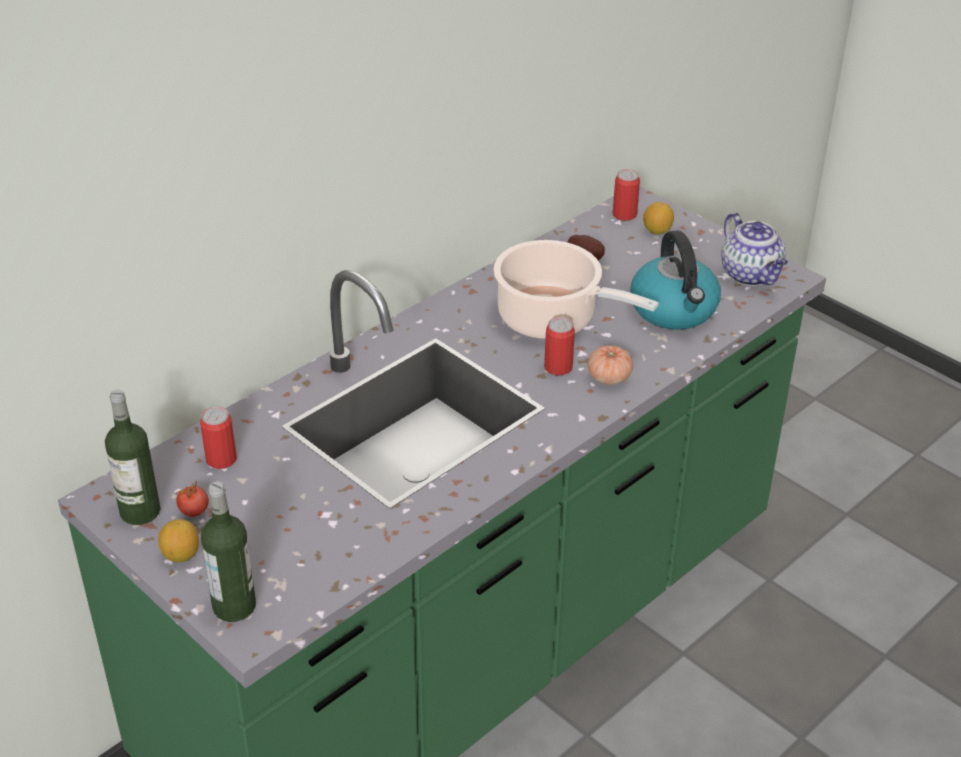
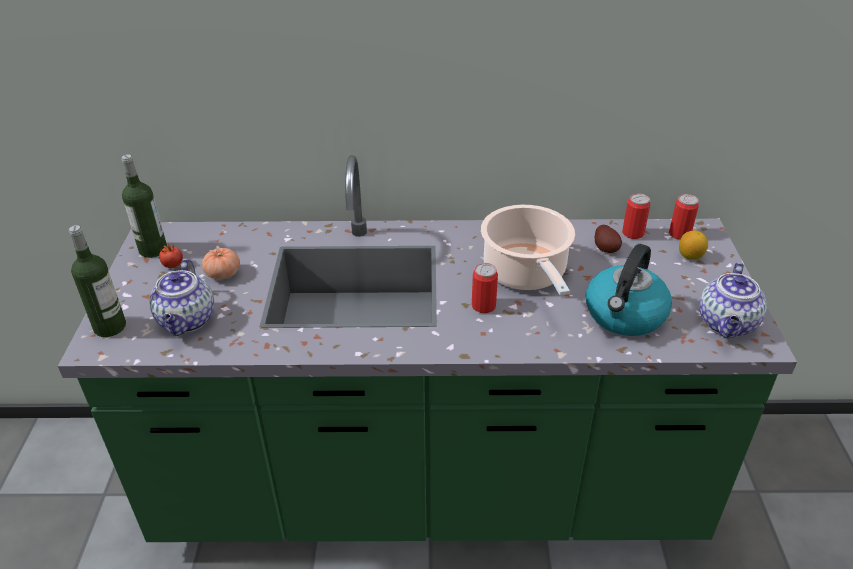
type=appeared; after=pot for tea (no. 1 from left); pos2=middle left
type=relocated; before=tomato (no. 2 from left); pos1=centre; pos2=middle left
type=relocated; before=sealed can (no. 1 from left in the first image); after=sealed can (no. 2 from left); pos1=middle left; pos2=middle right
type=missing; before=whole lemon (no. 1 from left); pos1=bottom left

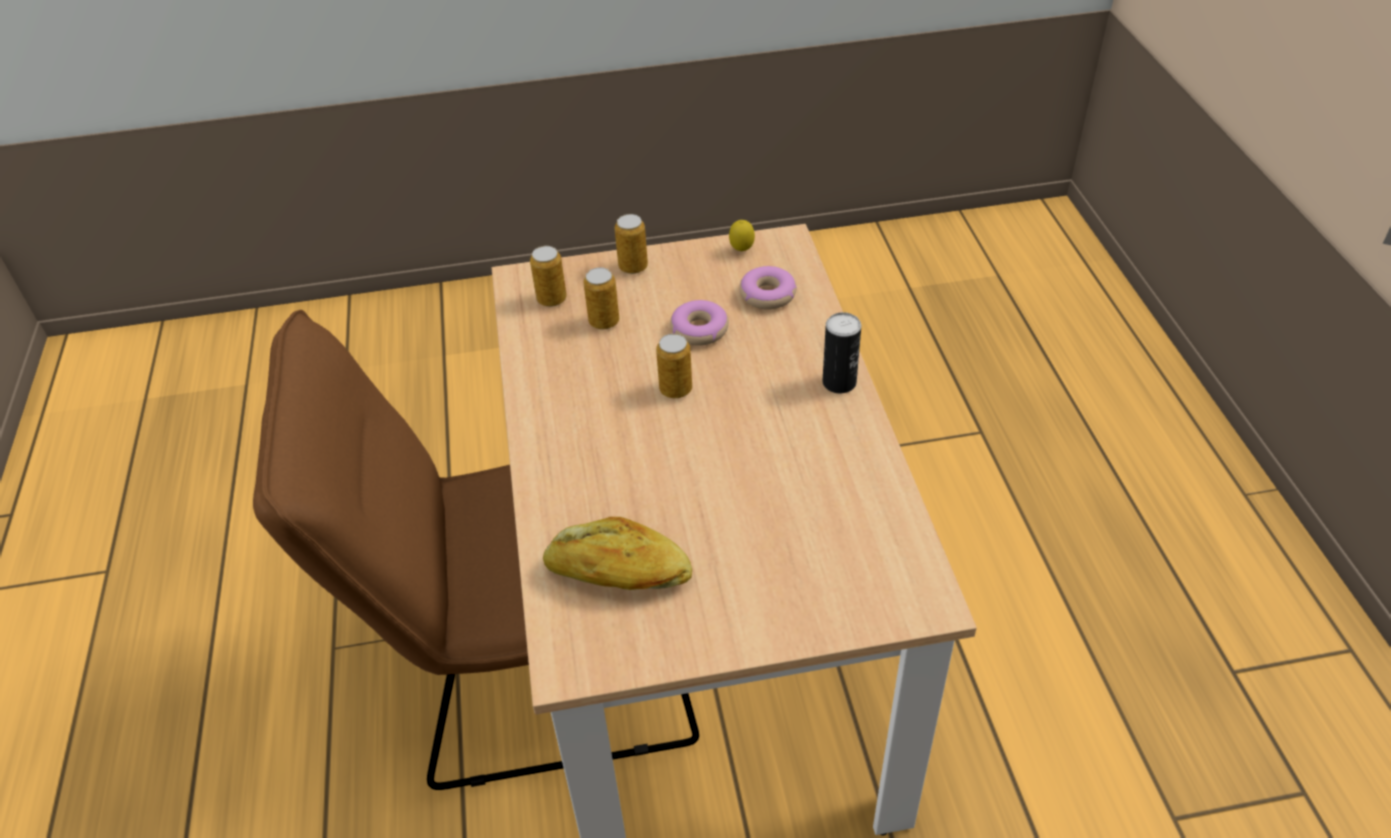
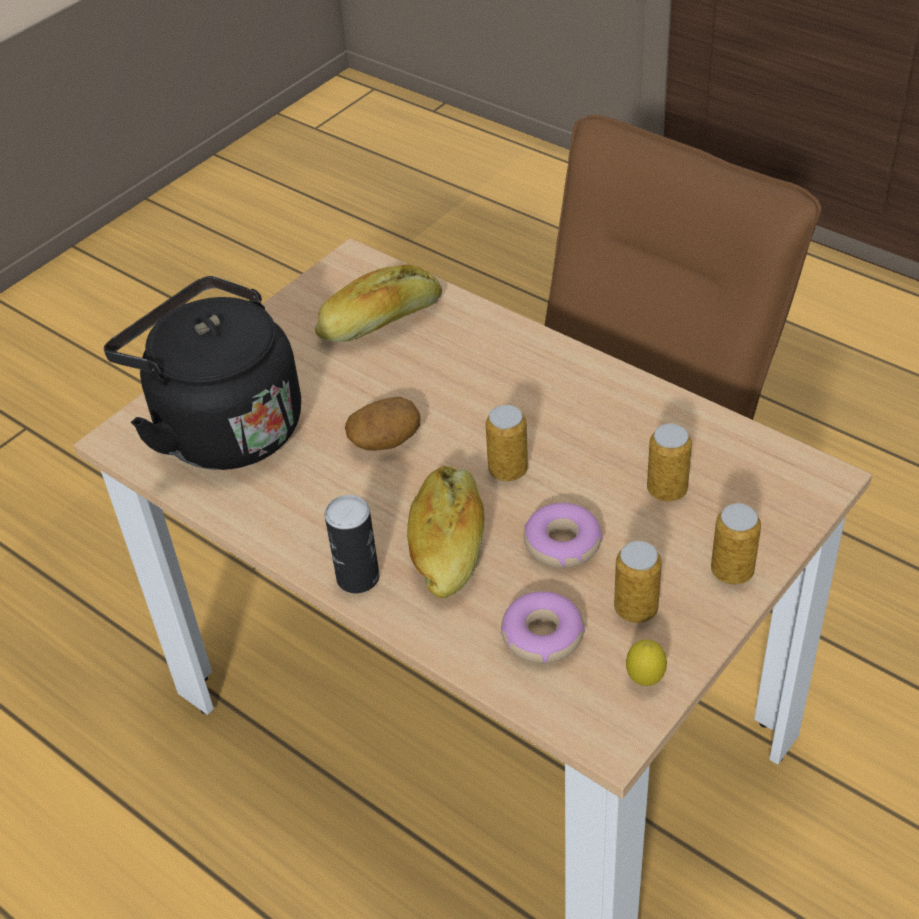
type=appeared; after=black water kettle; pos2=middle left
type=appeared; after=potato; pos2=centre
type=appeared; after=baked bread (no. 2 from left); pos2=centre
type=relocated; before=sealed can (no. 1 from left in the first image); after=sealed can (no. 3 from left); pos1=top centre; pos2=middle right

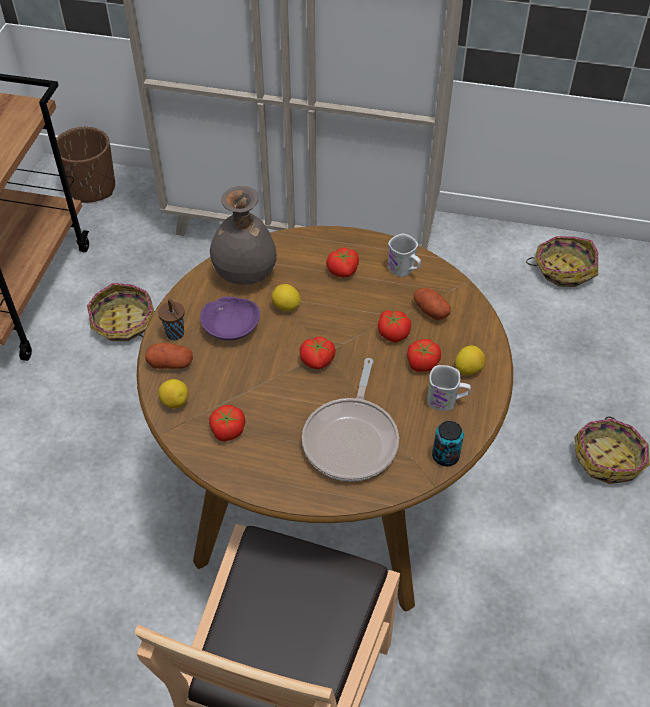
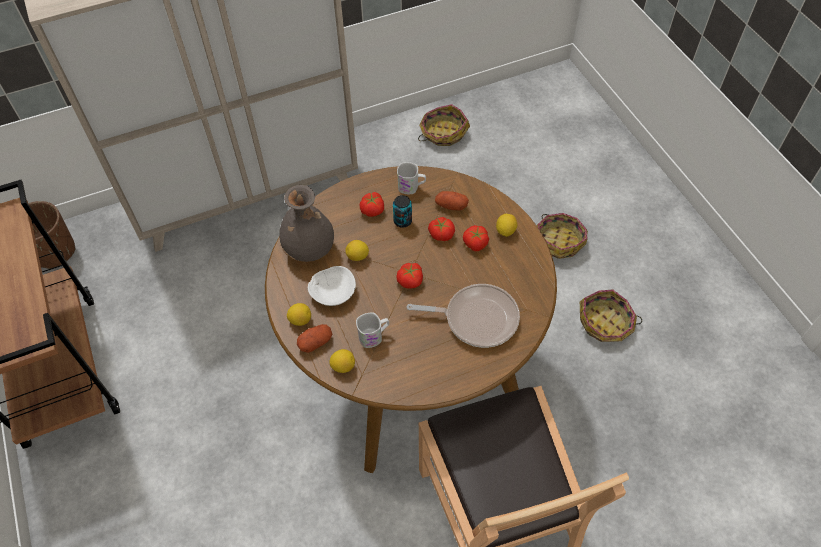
type=exchanged; before=brownish drinking cup; after=whole lemon (no. 1 from left); pos1=middle left; pos2=centre
type=colour; before=purple bowl; after=white bowl; pos1=centre; pos2=centre
type=relocated; before=white mug (no. 2 from left in the first image); after=white mug (no. 1 from left); pos1=middle right; pos2=centre
type=relocated; before=sealed can; pos1=middle right; pos2=centre
type=spun; before=skillet; pos1=centre; pos2=centre; turn=-60
type=relocated; before=storage basket (no. 1 from left in the first image); after=storage basket (no. 3 from left); pos1=middle left; pos2=middle right
type=missing; before=tomato (no. 1 from left); pos1=centre

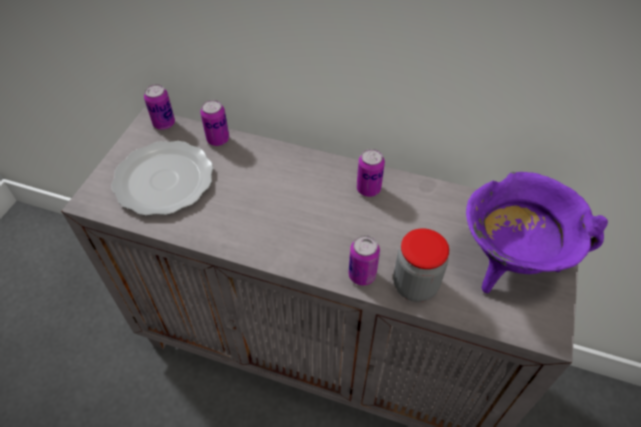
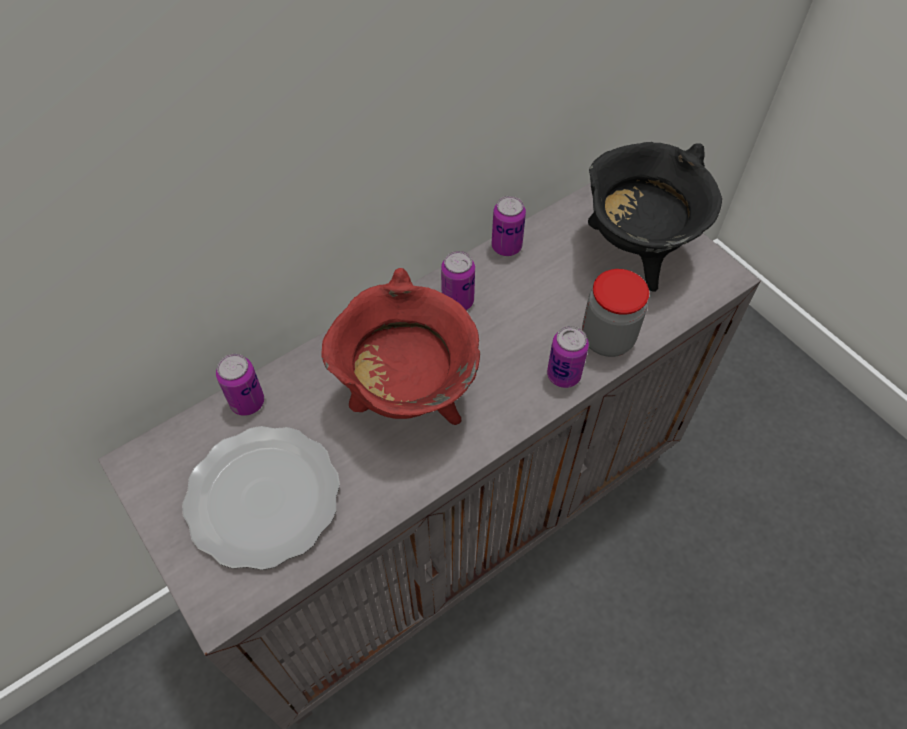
type=appeared; after=reddish saucepot; pos2=centre
type=relocated; before=sealed can (no. 1 from left in the first image); after=sealed can (no. 3 from left); pos1=top left; pos2=top centre
type=colour; before=purple saucepot; after=black saucepot; pos1=middle right; pos2=top right

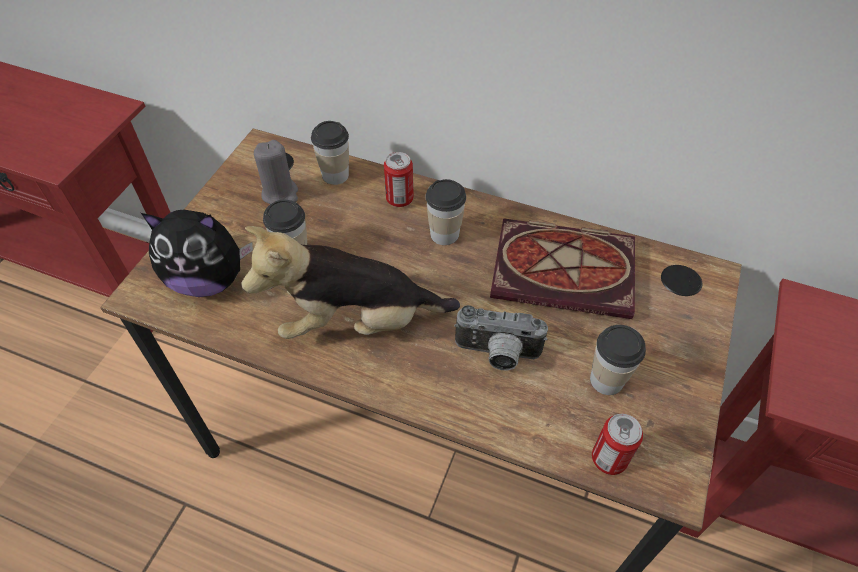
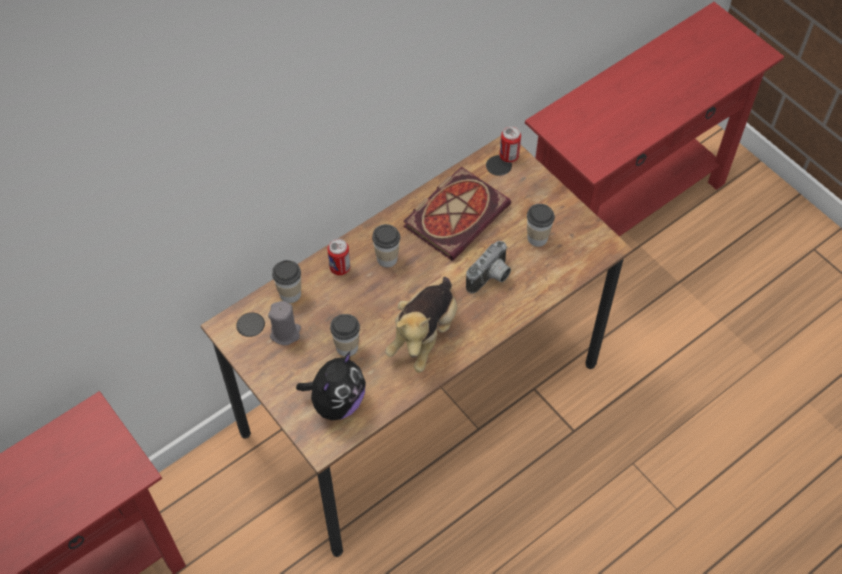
type=relocated; before=sealed can (no. 2 from left); pos1=bottom right; pos2=top centre

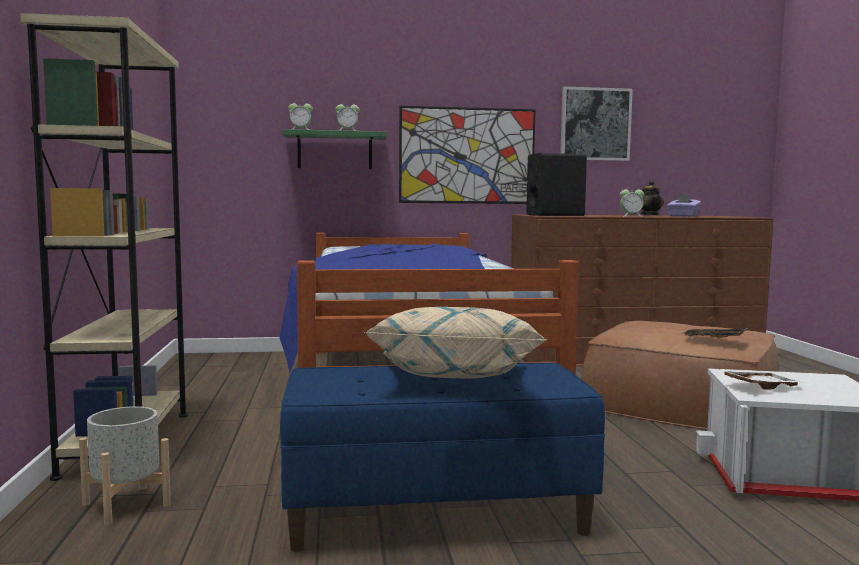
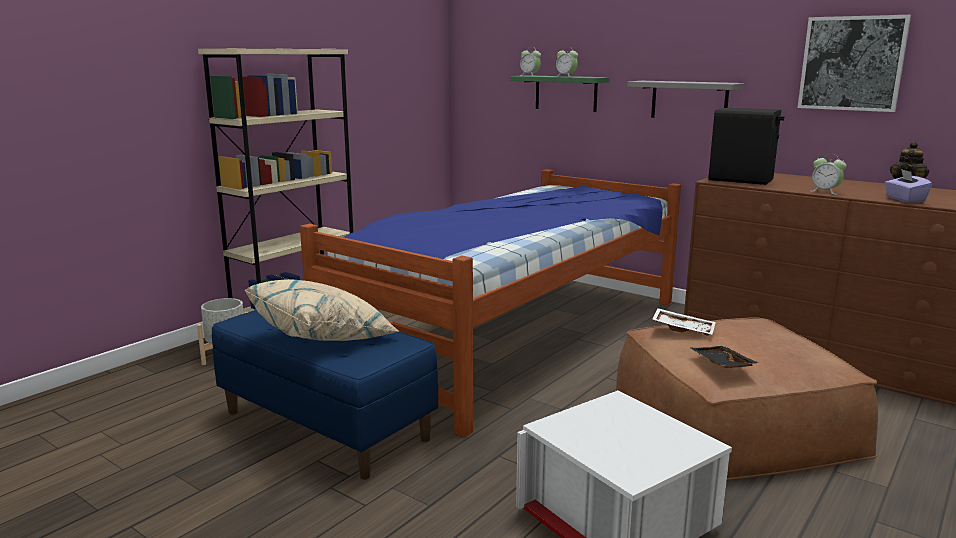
type=exchanged; before=wall art (no. 1 from left); after=grey wall shelf; pos1=top centre; pos2=top right
type=relocated; before=white carrying tray; pos1=bottom right; pos2=middle right

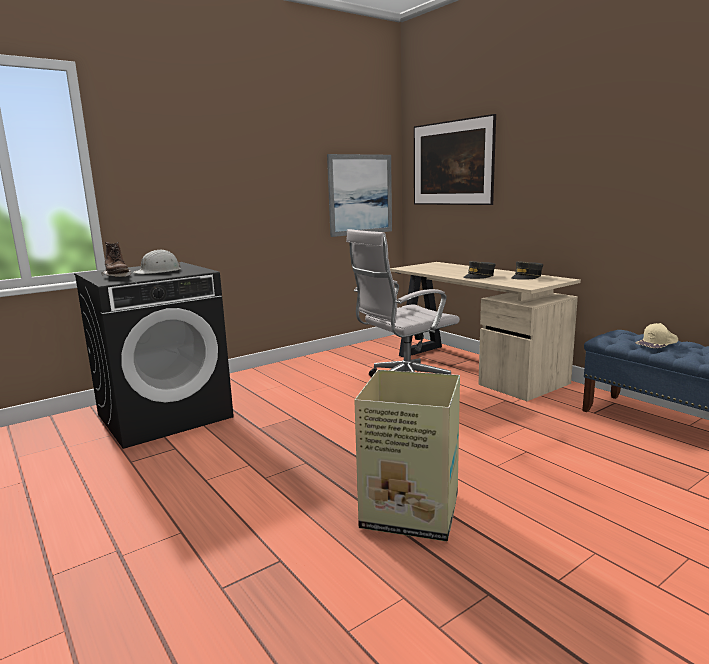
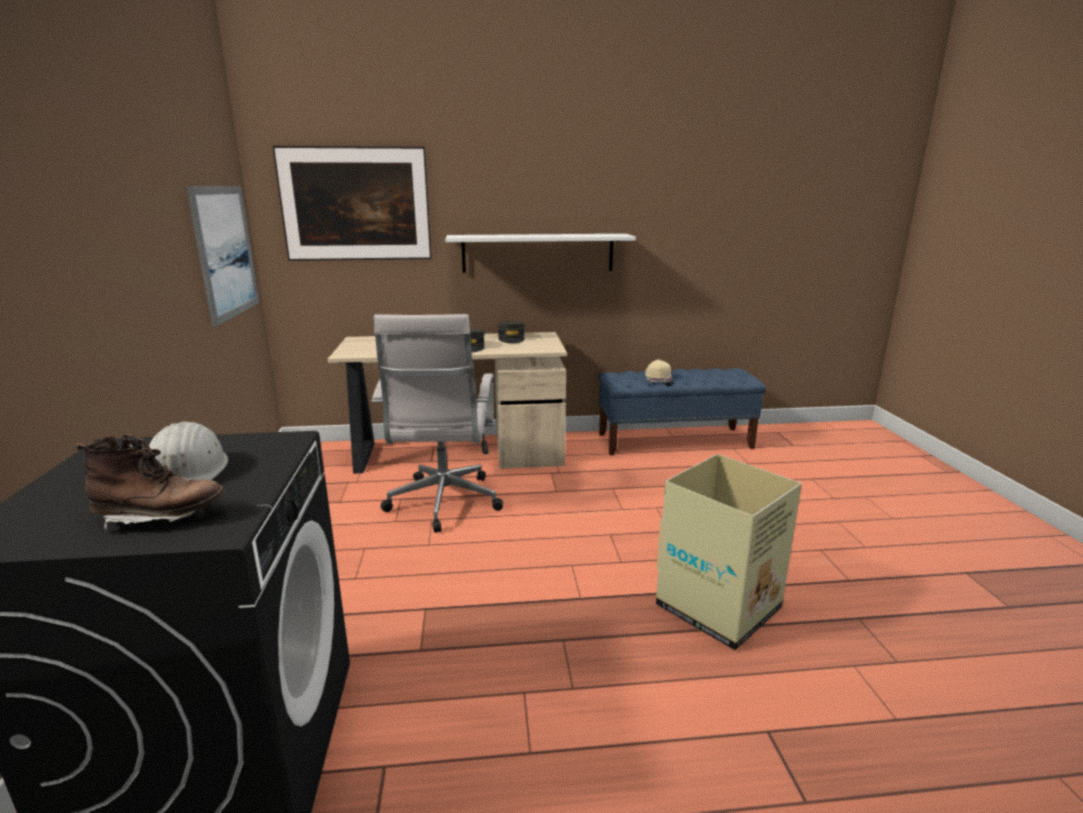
type=appeared; after=white wall shelf; pos2=top centre

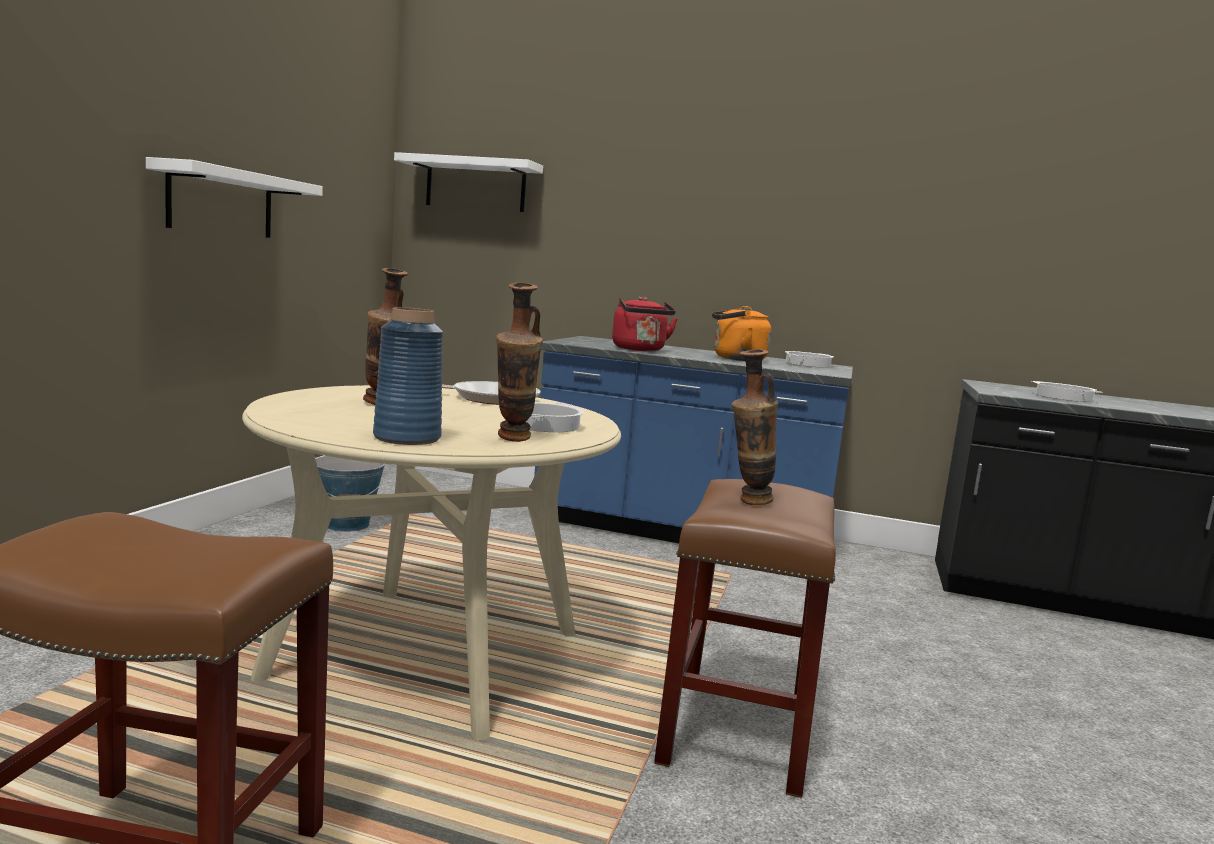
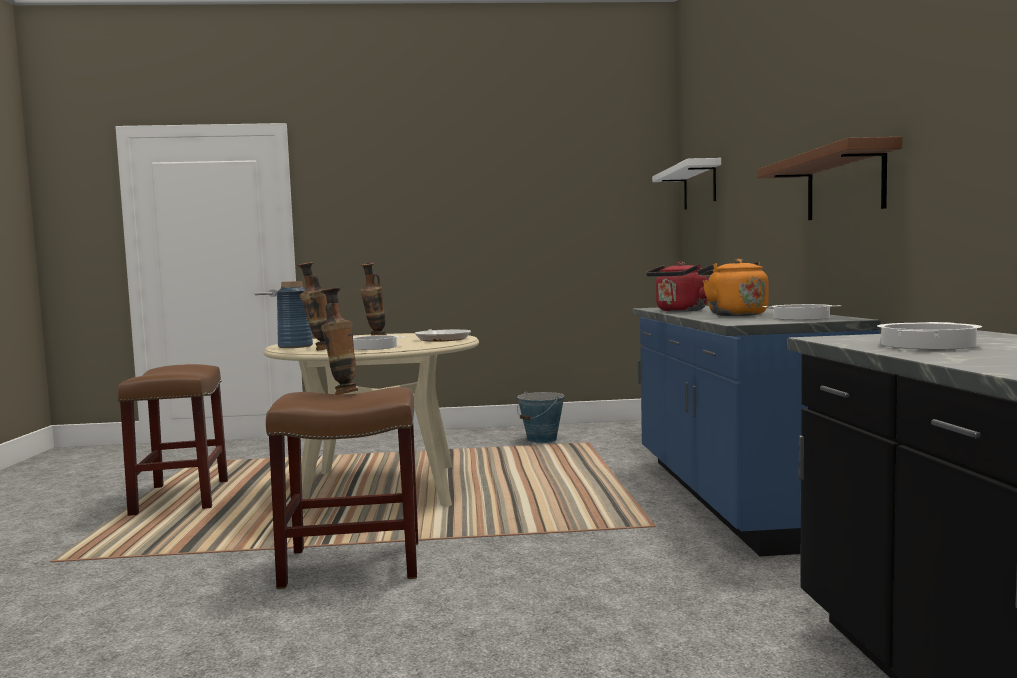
type=appeared; after=brownish wall shelf; pos2=top right
type=missing; before=white wall shelf (no. 1 from left); pos1=top left

